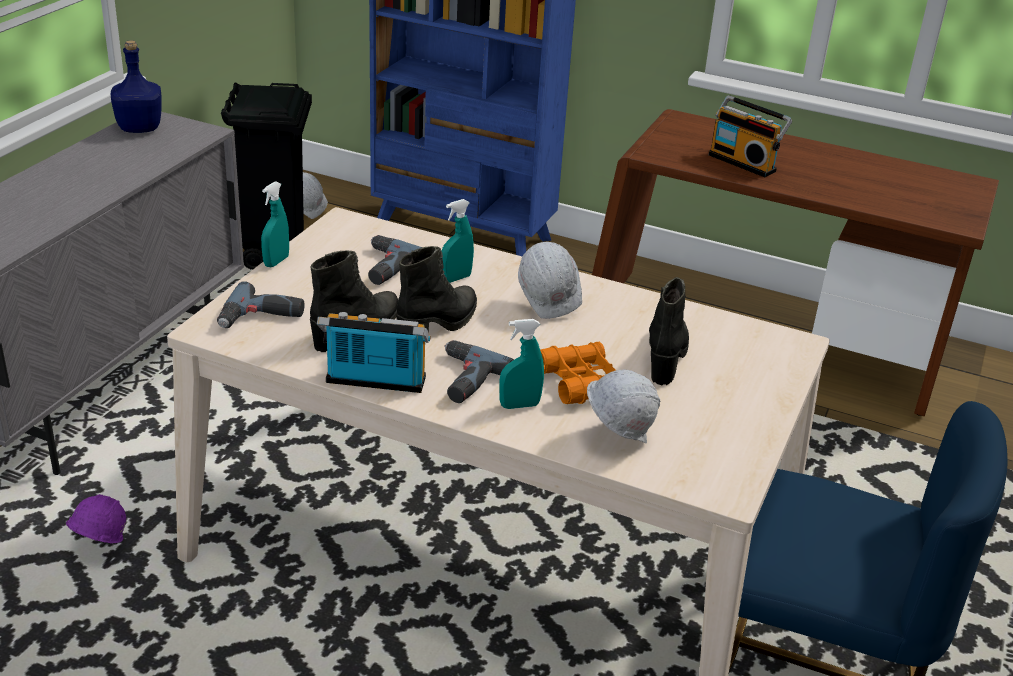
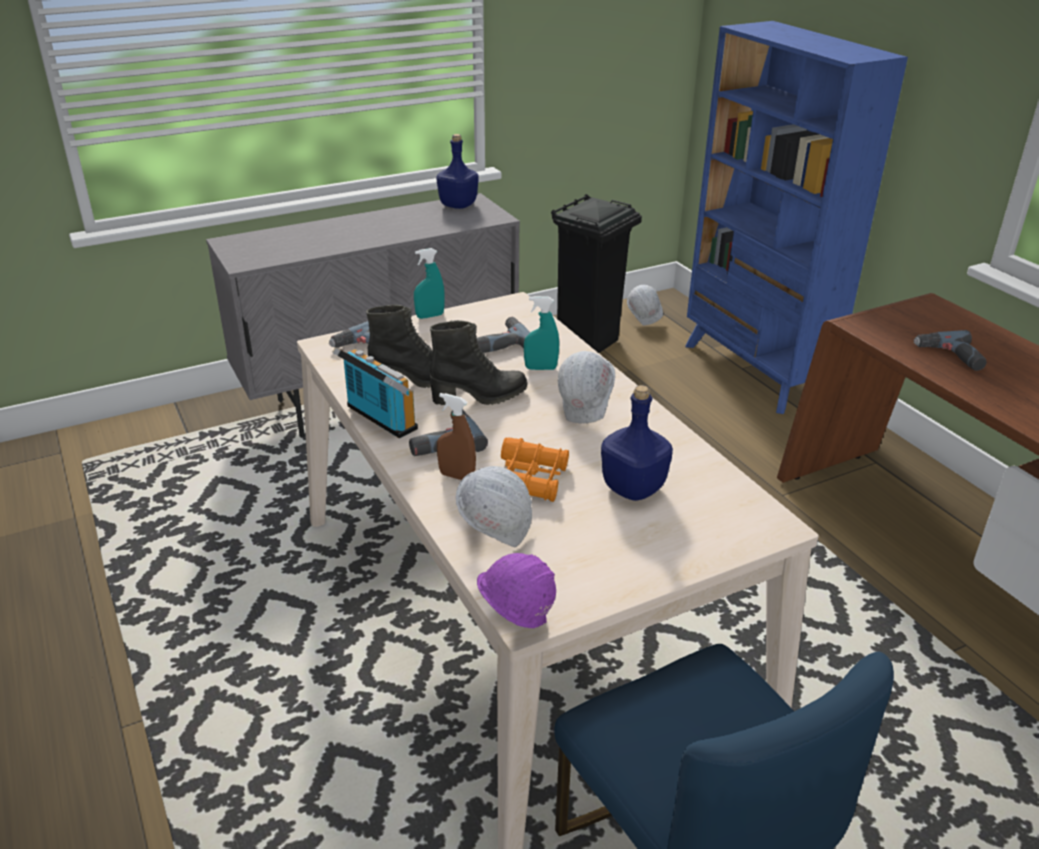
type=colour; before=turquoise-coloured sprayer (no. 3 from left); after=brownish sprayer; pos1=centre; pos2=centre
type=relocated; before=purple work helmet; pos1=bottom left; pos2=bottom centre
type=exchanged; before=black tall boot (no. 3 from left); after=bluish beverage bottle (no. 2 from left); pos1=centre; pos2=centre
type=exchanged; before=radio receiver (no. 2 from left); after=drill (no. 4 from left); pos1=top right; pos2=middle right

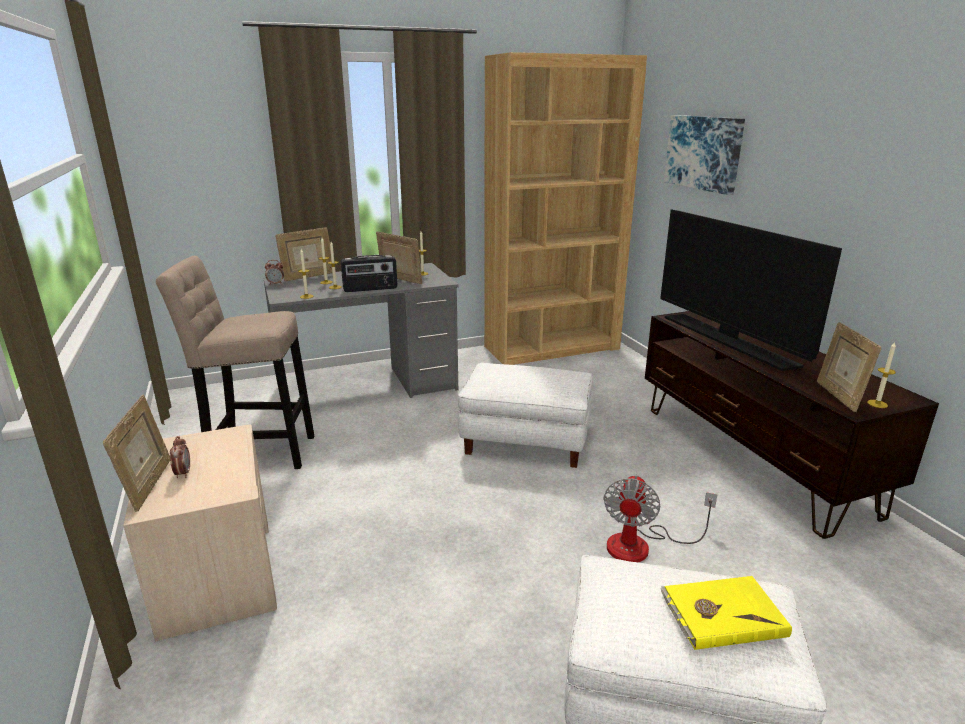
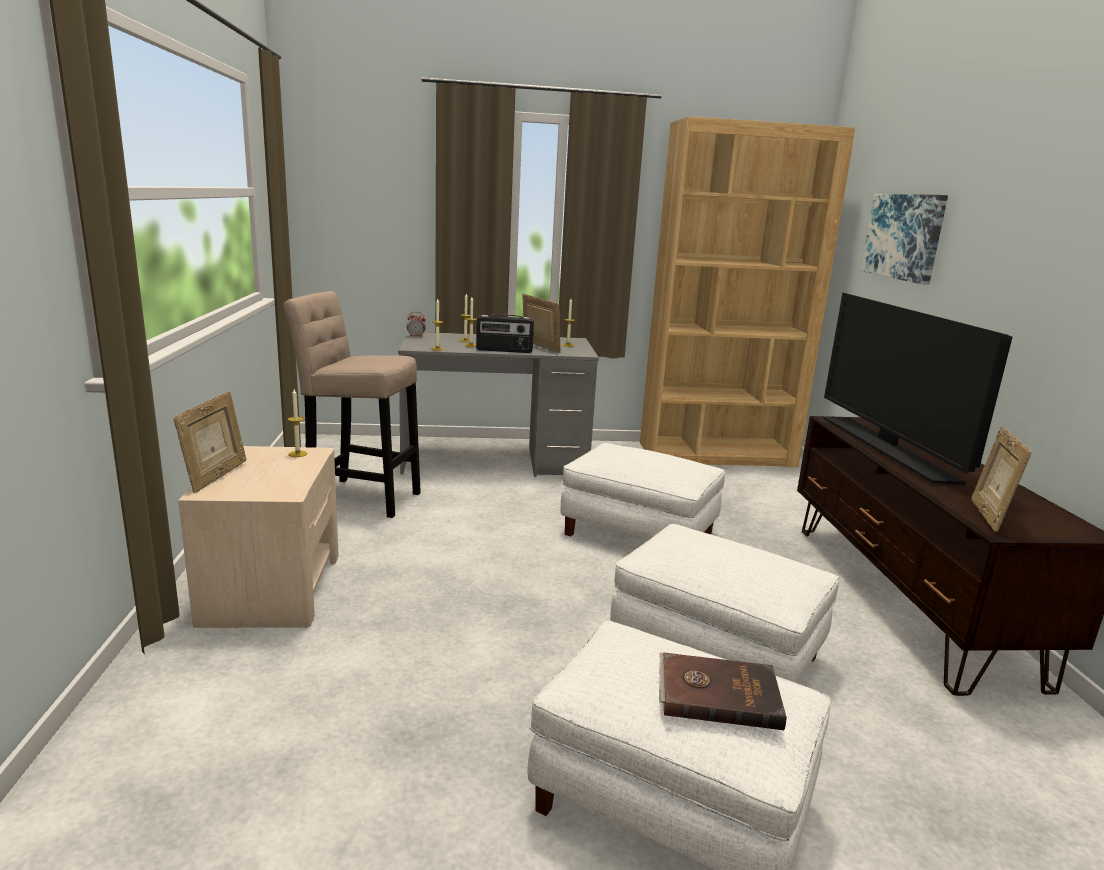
type=relocated; before=wax candle (no. 5 from left in the first image); after=wax candle (no. 1 from left); pos1=middle right; pos2=middle left
type=exchanged; before=fan; after=white ottoman (no. 3 from left); pos1=bottom right; pos2=bottom centre
type=colour; before=yellow book; after=brownish book; pos1=bottom right; pos2=bottom centre
type=missing; before=bedside clock (no. 1 from left); pos1=middle left
type=missing; before=standing frame (no. 2 from left); pos1=middle left

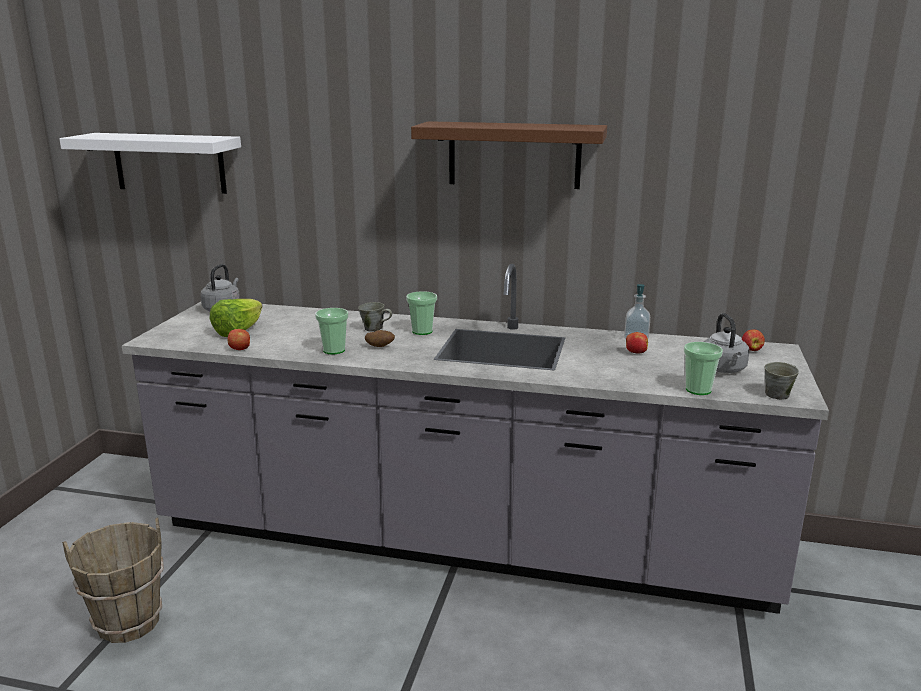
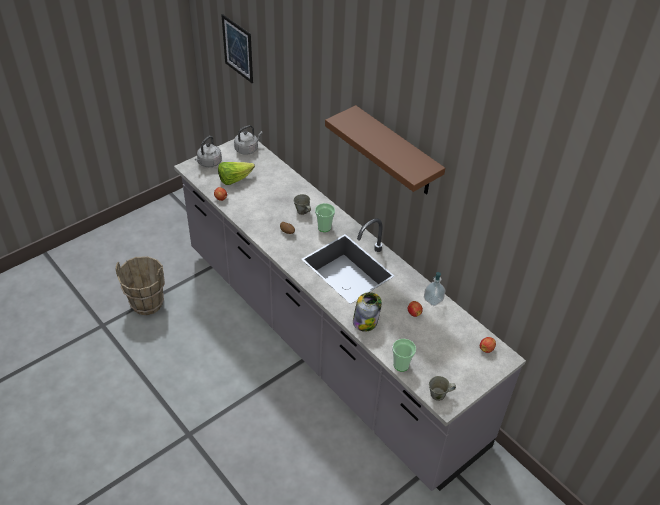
type=relocated; before=grey water kettle (no. 2 from left in the first image); after=grey water kettle (no. 1 from left); pos1=middle right; pos2=top left
type=exchanged; before=white wall shelf; after=wall art; pos1=top left; pos2=top centre
type=appeared; after=jar; pos2=centre
type=missing; before=drinking cup (no. 1 from left); pos1=centre

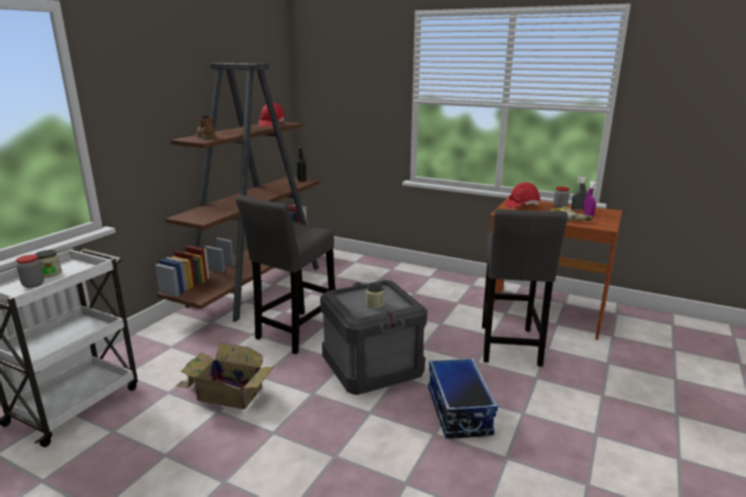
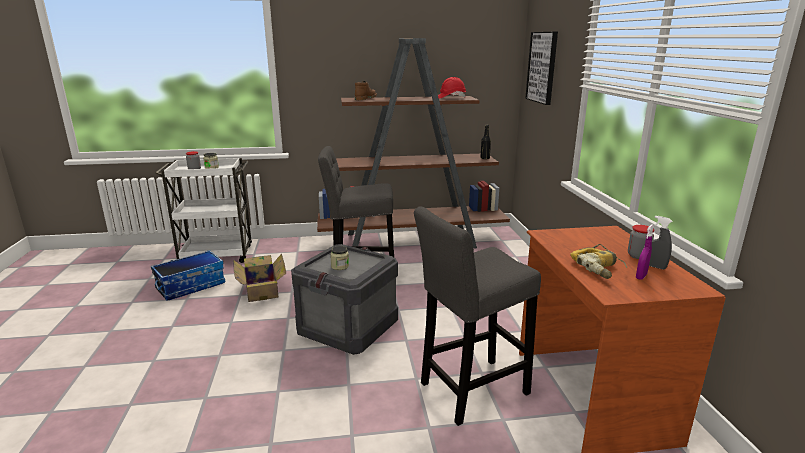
type=relocated; before=storage bin; pos1=bottom centre; pos2=middle left
type=appeared; after=wall art; pos2=top right
type=missing; before=reddish work helmet (no. 2 from left); pos1=middle right

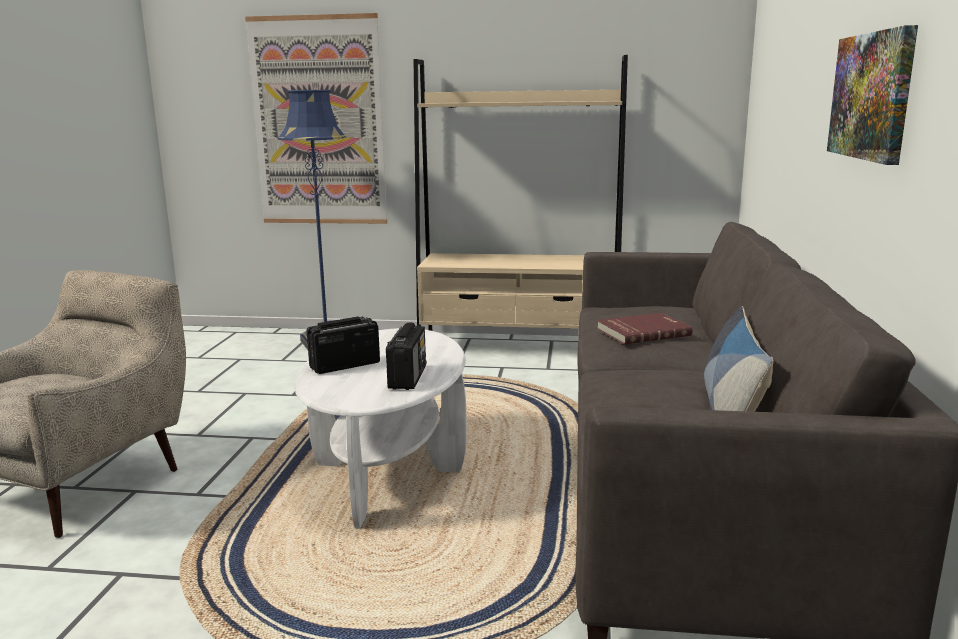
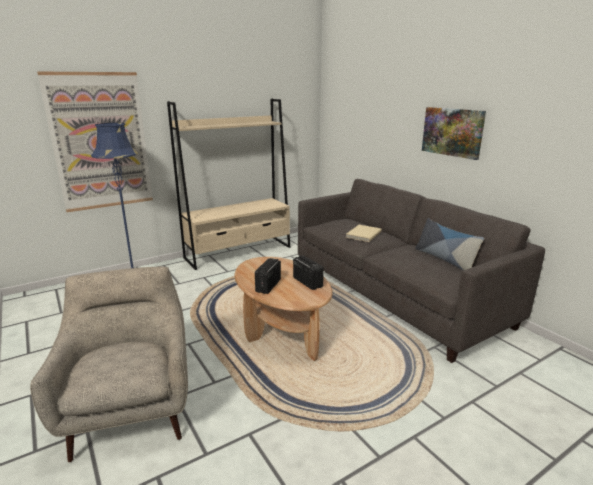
type=colour; before=white coffee table; after=brownish coffee table; pos1=bottom centre; pos2=centre
type=colour; before=reddish book; after=beige book; pos1=middle right; pos2=centre

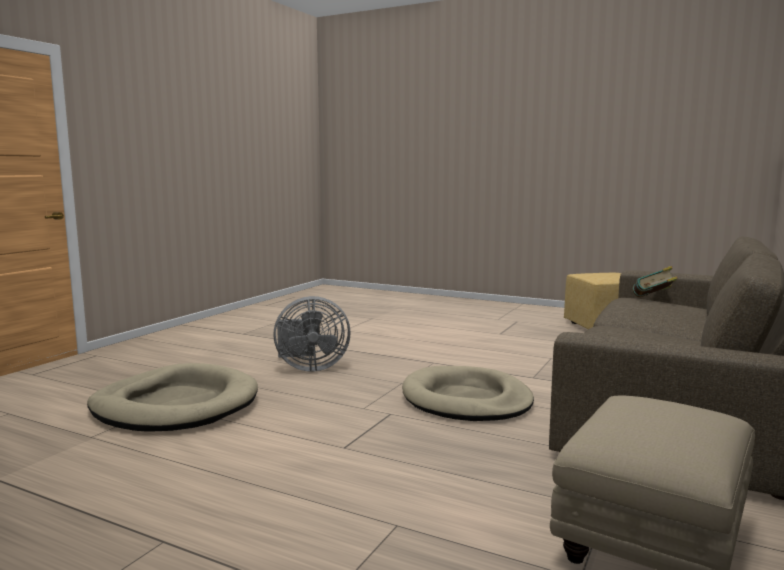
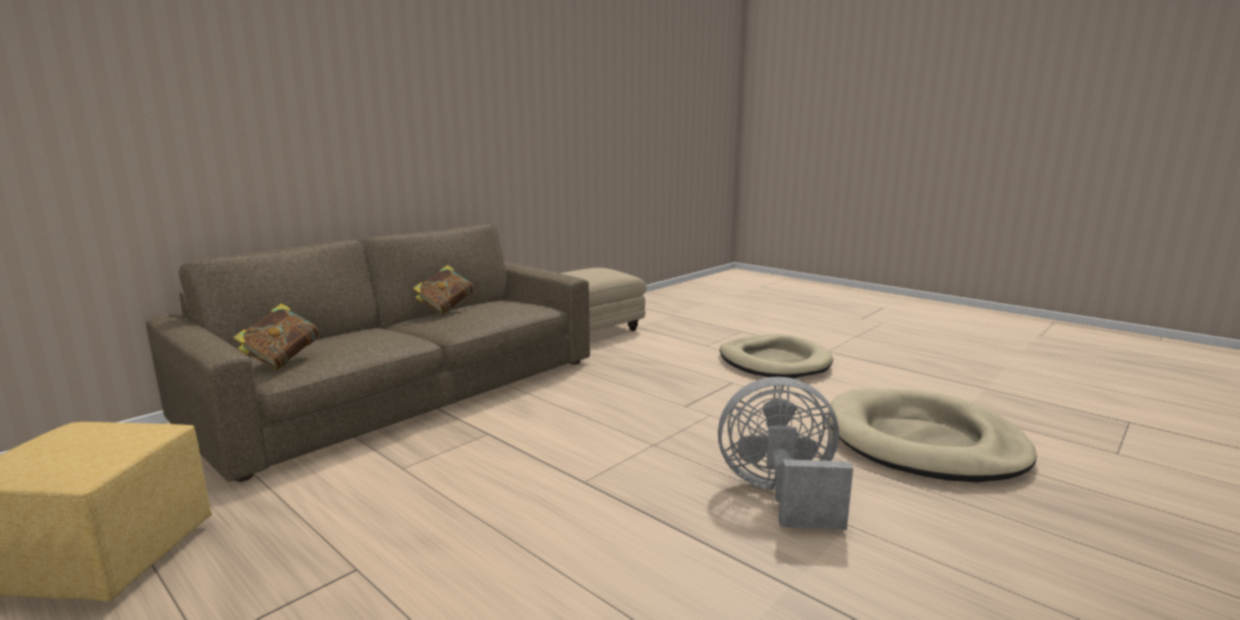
type=appeared; after=book (no. 2 from left); pos2=centre
type=relocated; before=beige dog bed (no. 2 from left in the first image); after=beige dog bed (no. 1 from left); pos1=bottom centre; pos2=centre

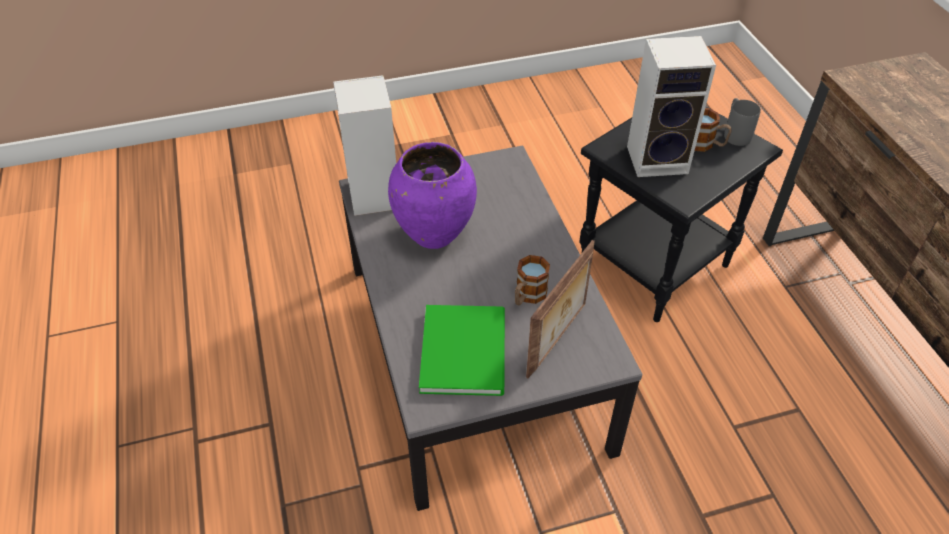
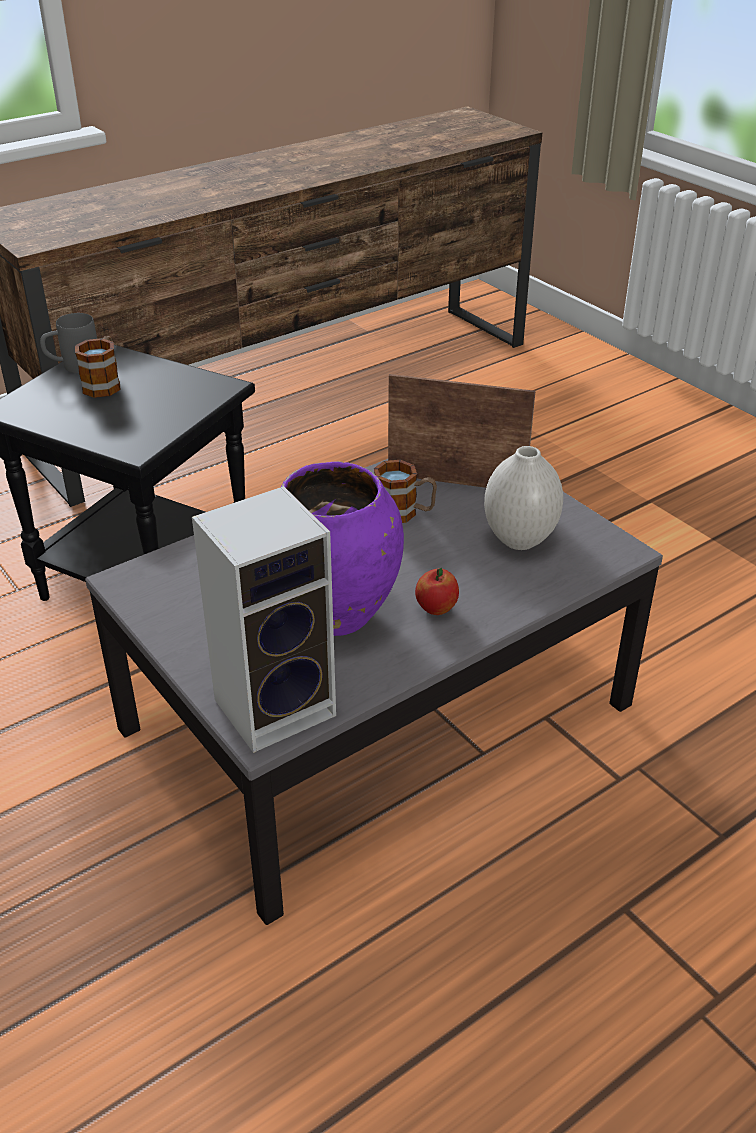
type=appeared; after=apple; pos2=centre
type=exchanged; before=green book; after=white decorative vase; pos1=centre; pos2=middle right
type=missing; before=loudspeaker (no. 2 from left); pos1=top right

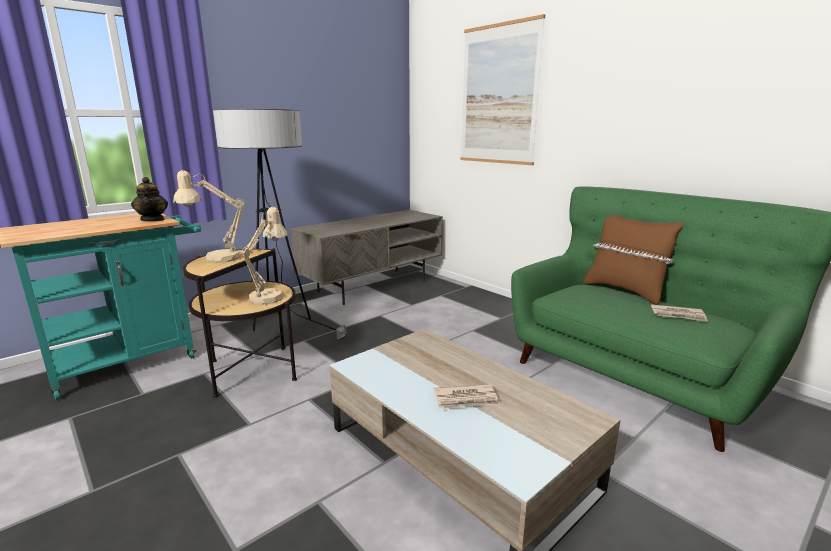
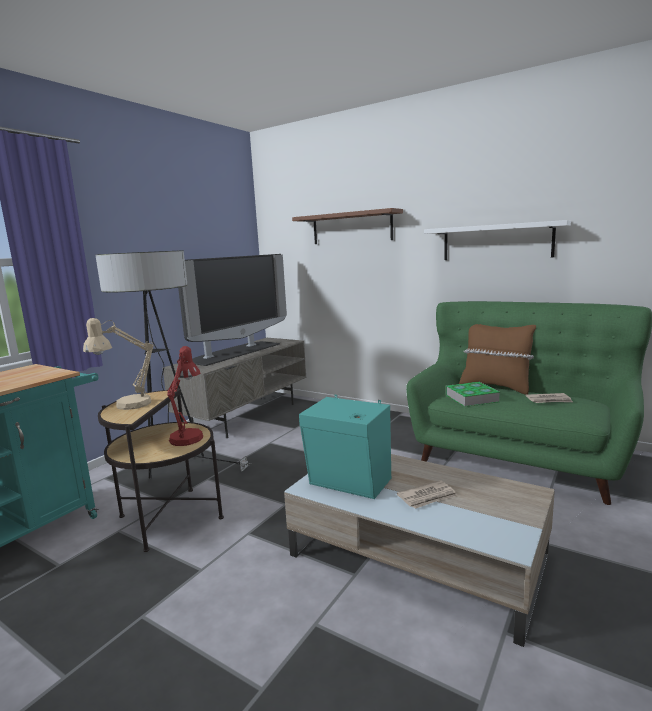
type=colour; before=beige table lamp (no. 2 from left); after=reddish table lamp; pos1=middle left; pos2=middle left
type=appeared; after=television; pos2=centre
type=exchanged; before=wall art; after=brownish wall shelf; pos1=top centre; pos2=top centre
type=appeared; after=turquoise-coloured loudspeaker; pos2=centre
type=appeared; after=white wall shelf; pos2=middle right
type=appeared; after=book; pos2=middle right
type=missing; before=pot for tea; pos1=middle left

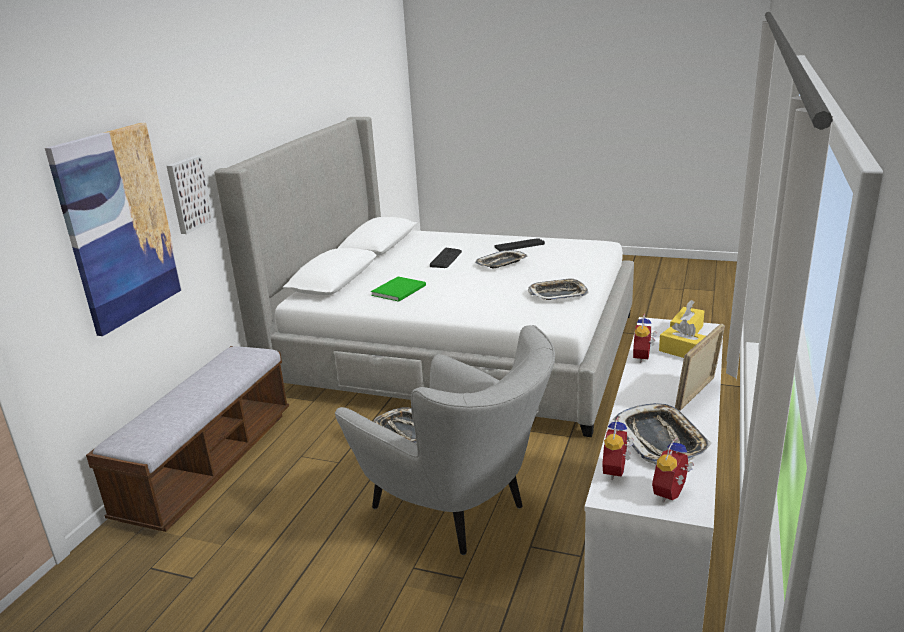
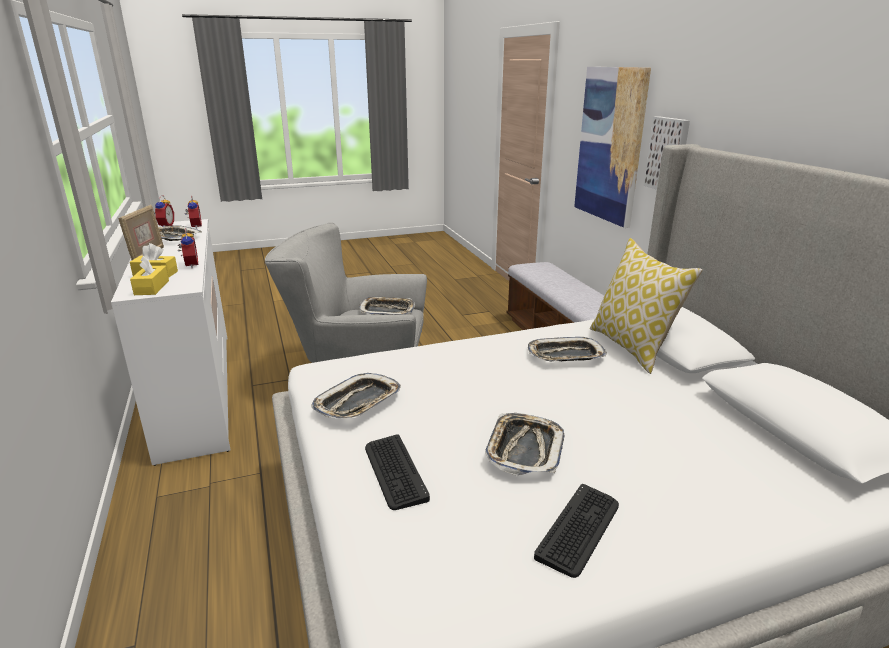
type=relocated; before=PC keyboard (no. 1 from left); pos1=centre; pos2=bottom centre
type=exchanged; before=green book; after=carrying tray (no. 5 from left); pos1=centre; pos2=centre
type=appeared; after=pillow; pos2=middle right

